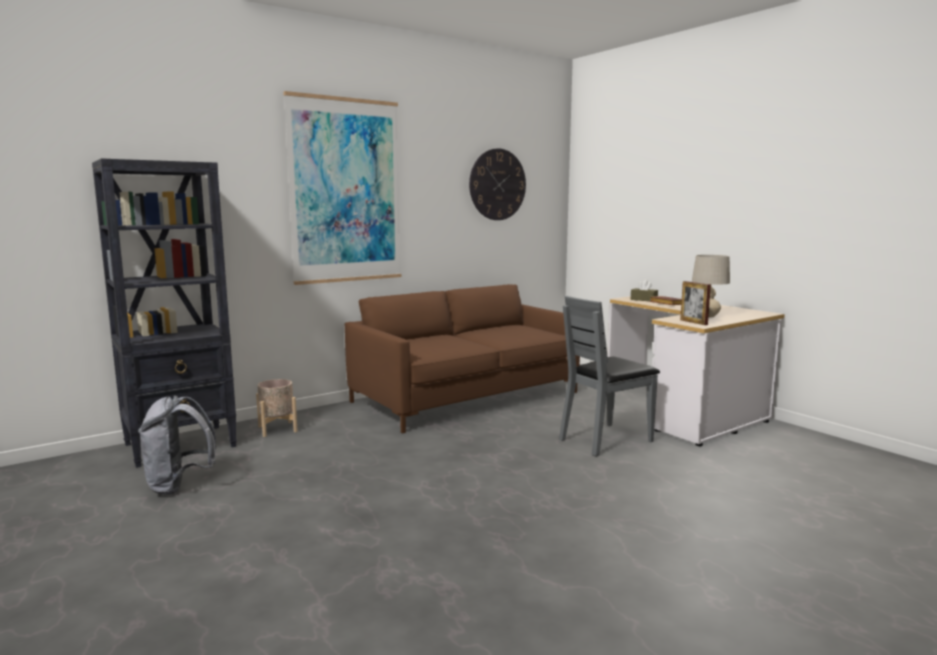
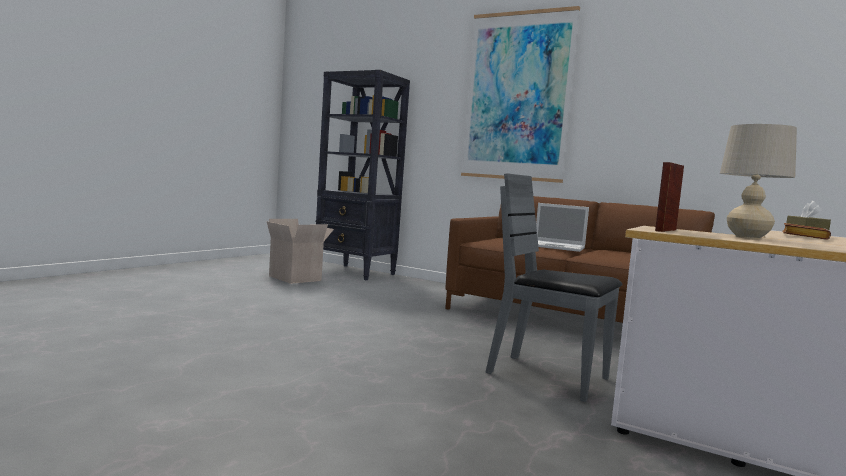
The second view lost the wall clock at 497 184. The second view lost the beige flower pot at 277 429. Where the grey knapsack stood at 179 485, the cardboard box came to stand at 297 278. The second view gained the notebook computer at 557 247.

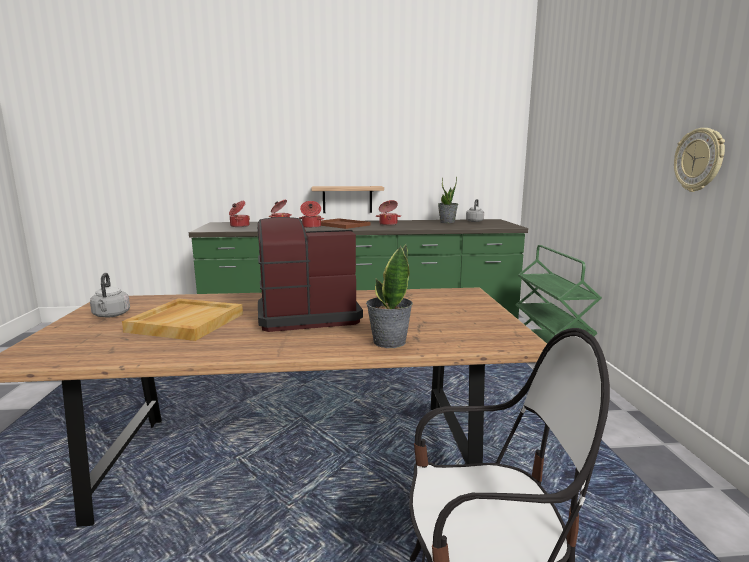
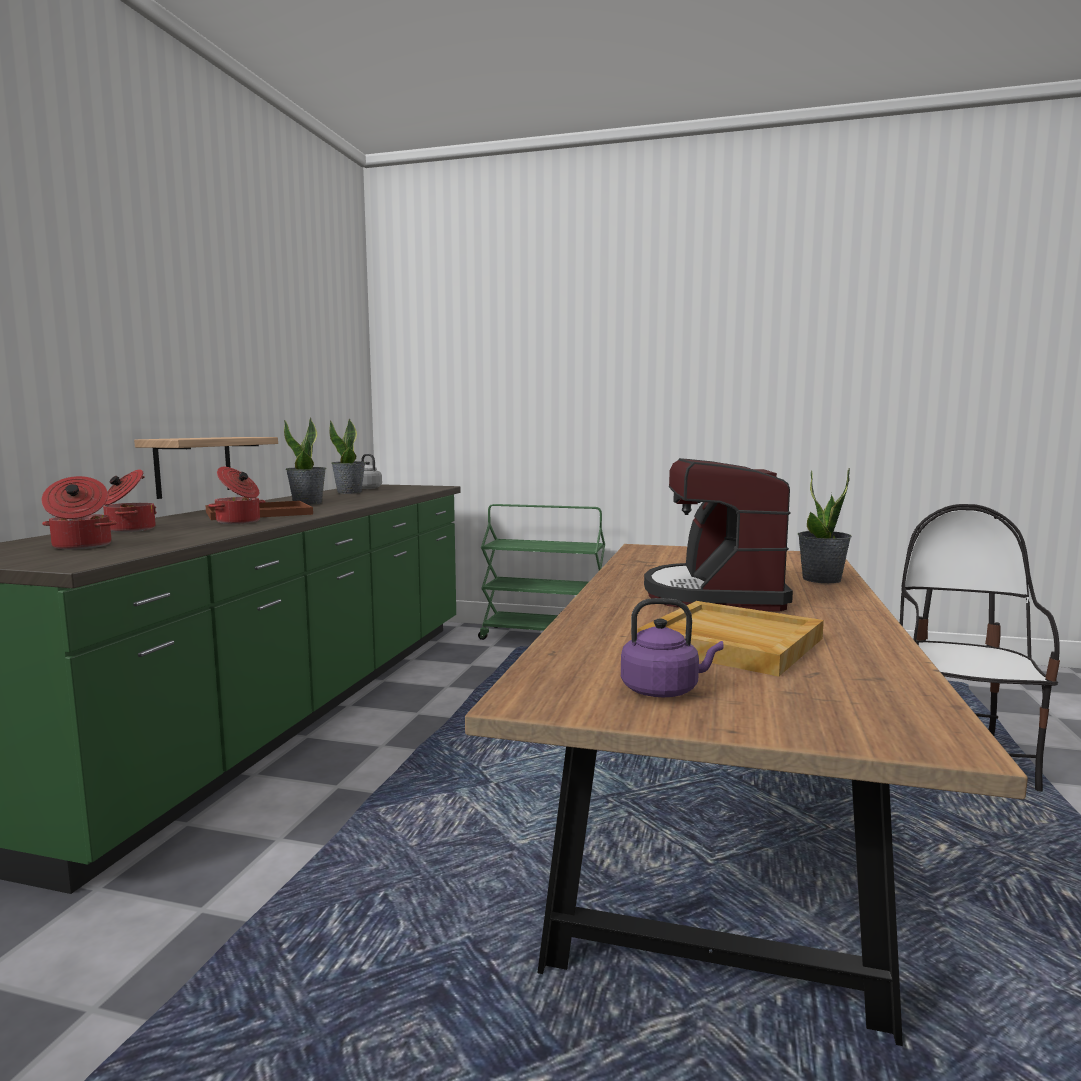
The second view lost the wall clock at 699 160. Where the cooking pot stood at 388 224, the potted plant came to stand at 308 503. What was the grey tea kettle at 111 315 turned into the purple tea kettle at 664 690.

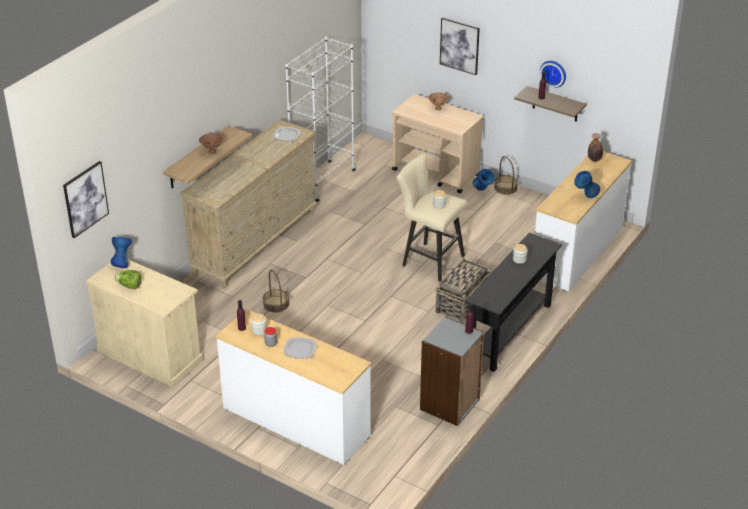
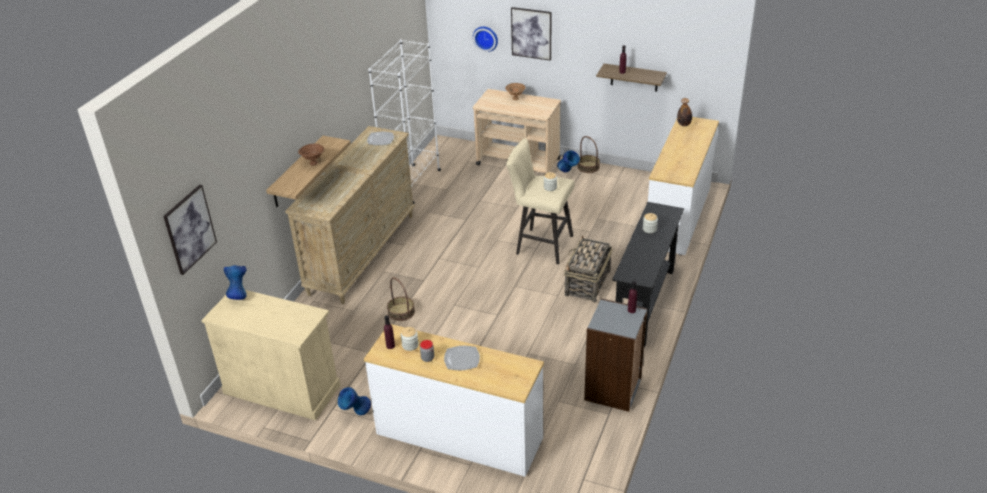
The wall clock ended up elsewhere, having gone from 554 73 to 486 38. The blue-coloured flower vase ended up elsewhere, having gone from 585 197 to 356 414. The second view lost the head of lettuce at 129 286.

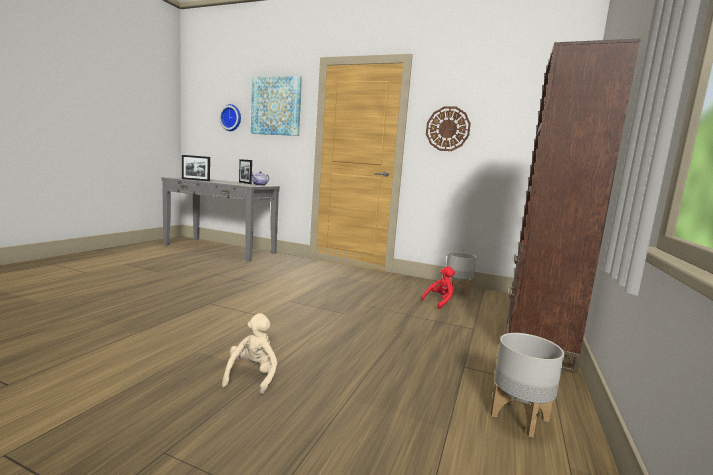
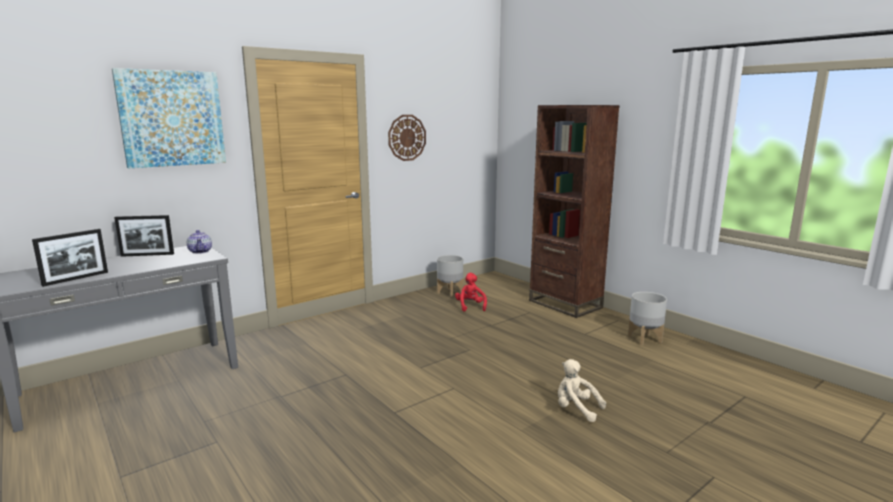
The second view lost the wall clock at 231 118.

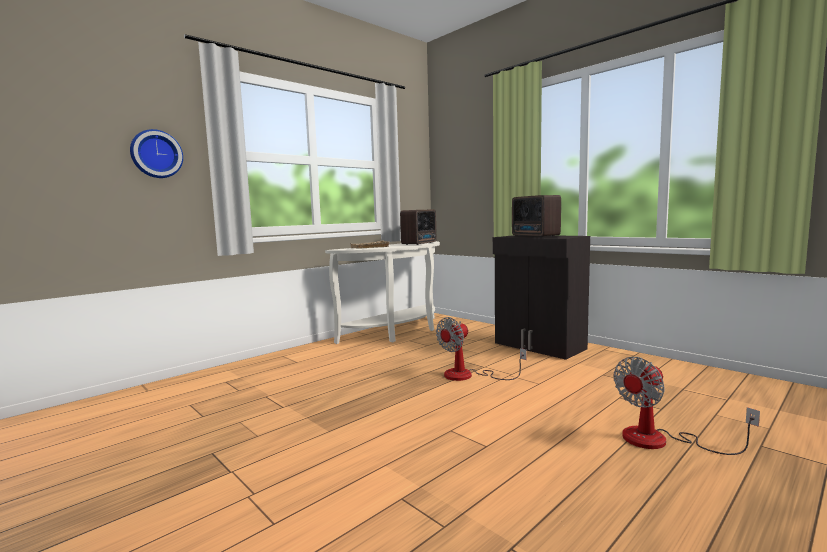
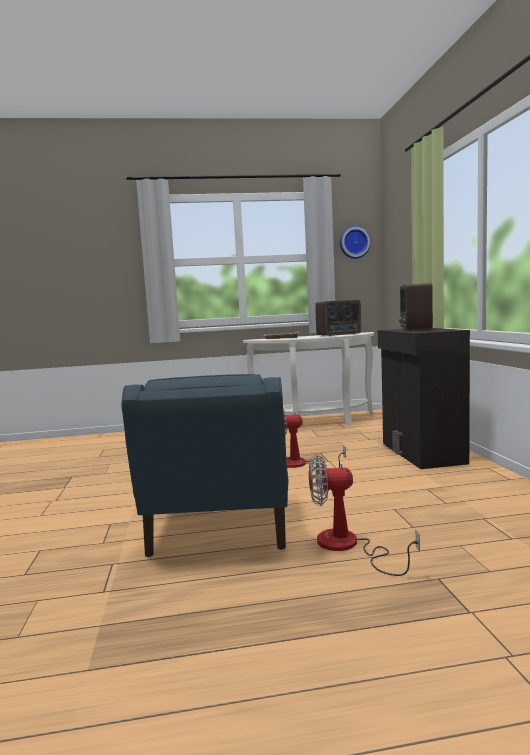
The wall clock ended up elsewhere, having gone from 156 154 to 354 242. The second view gained the blue-coloured lounge chair at 219 526.

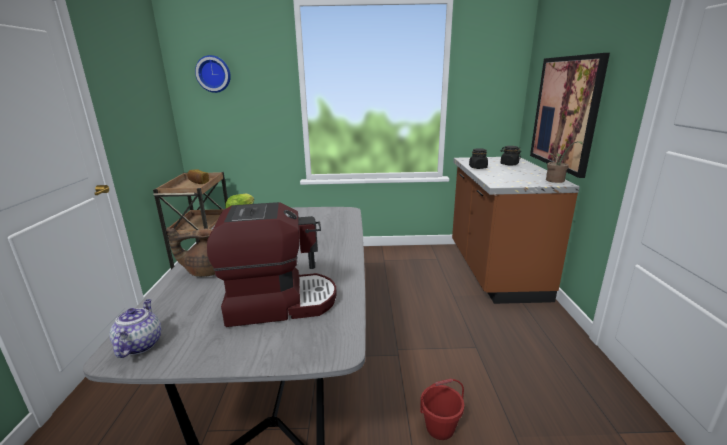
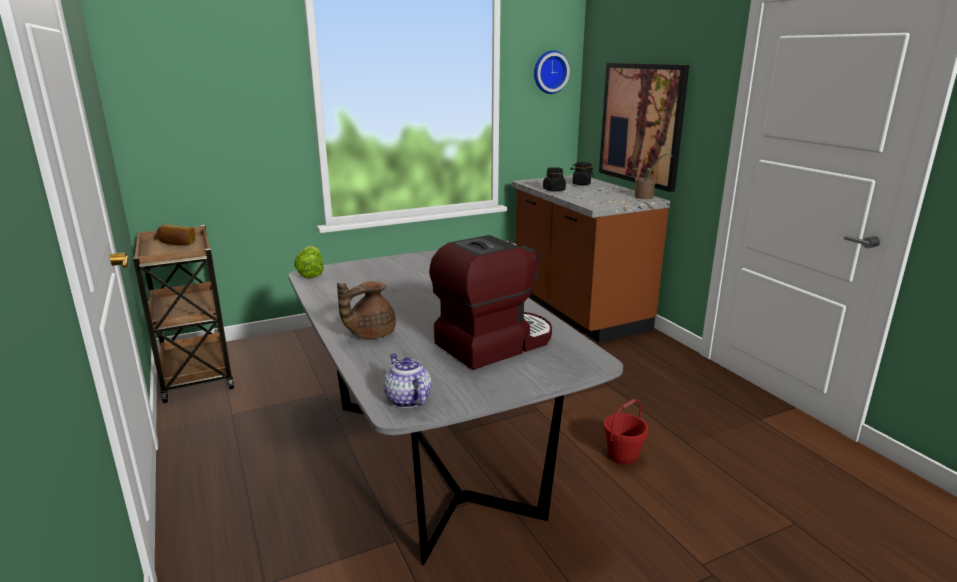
The wall clock ended up elsewhere, having gone from 214 74 to 549 72.

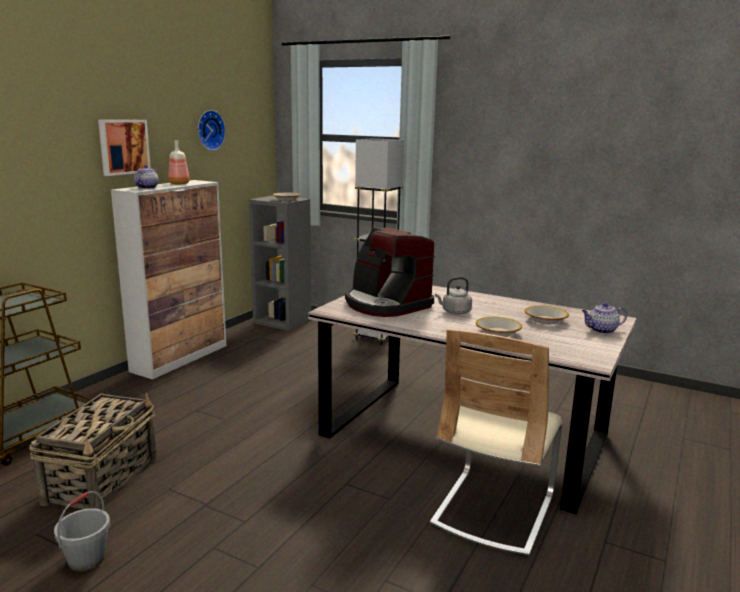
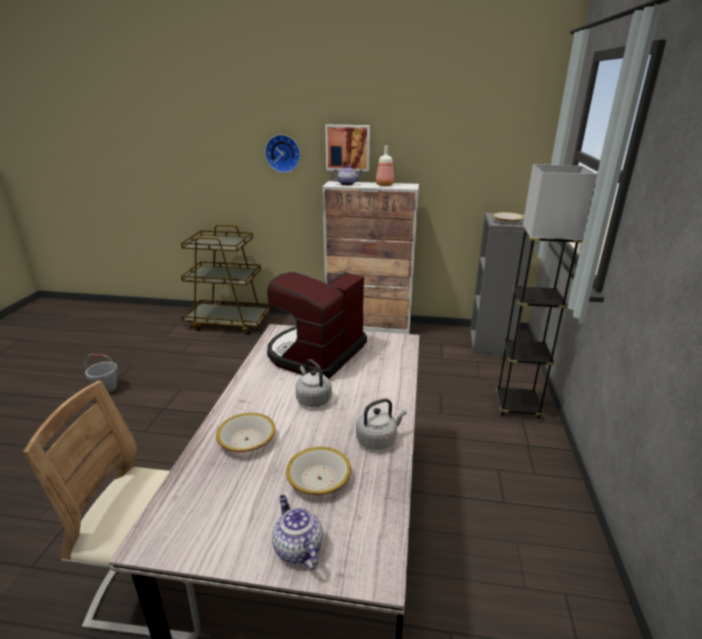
The wall clock ended up elsewhere, having gone from 209 130 to 283 153. The second view lost the household basket at 103 479. The second view gained the grey tea kettle at 378 439.

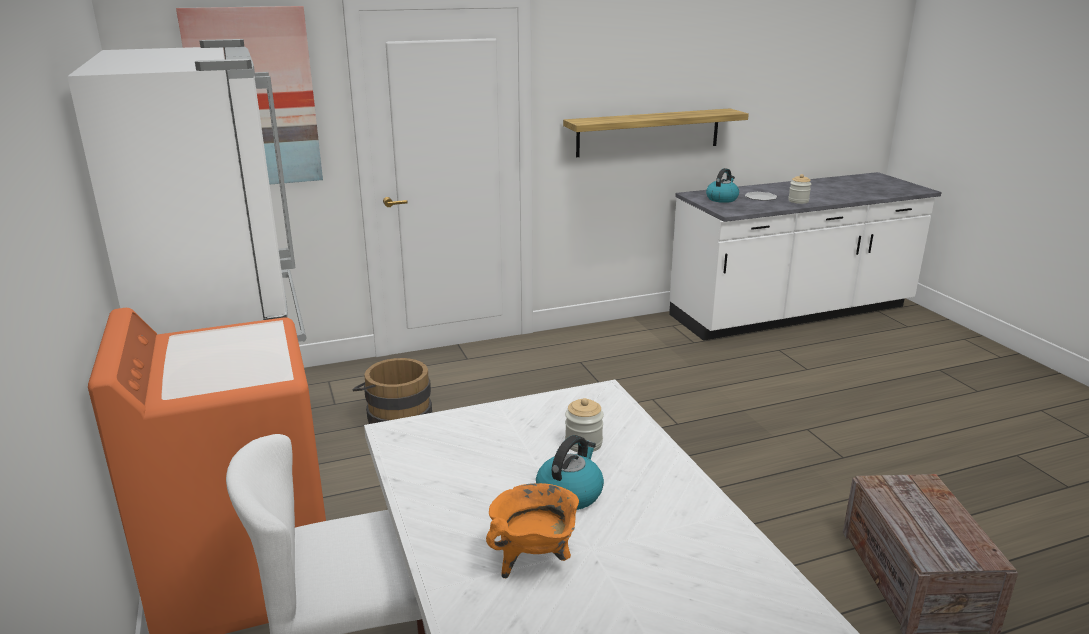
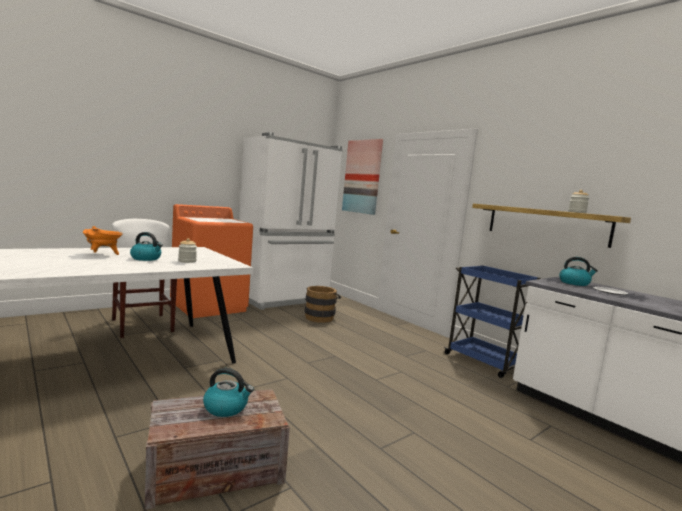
The preserve jar ended up elsewhere, having gone from 798 201 to 577 212. The second view gained the blue-coloured trolley at 485 362. The second view gained the tea kettle at 226 407.

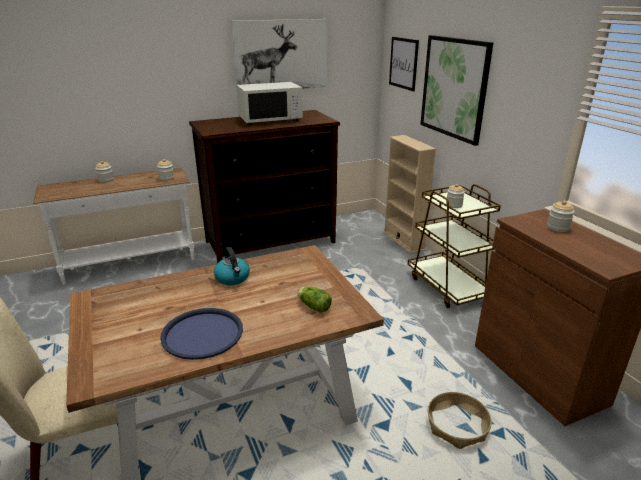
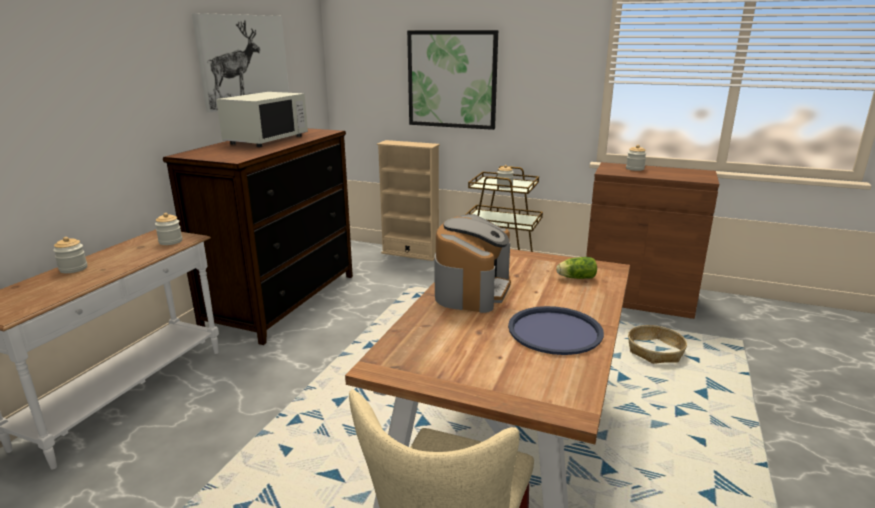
The second view lost the wall picture at 403 63. Where the tea kettle stood at 233 278, the coffee maker came to stand at 472 289.

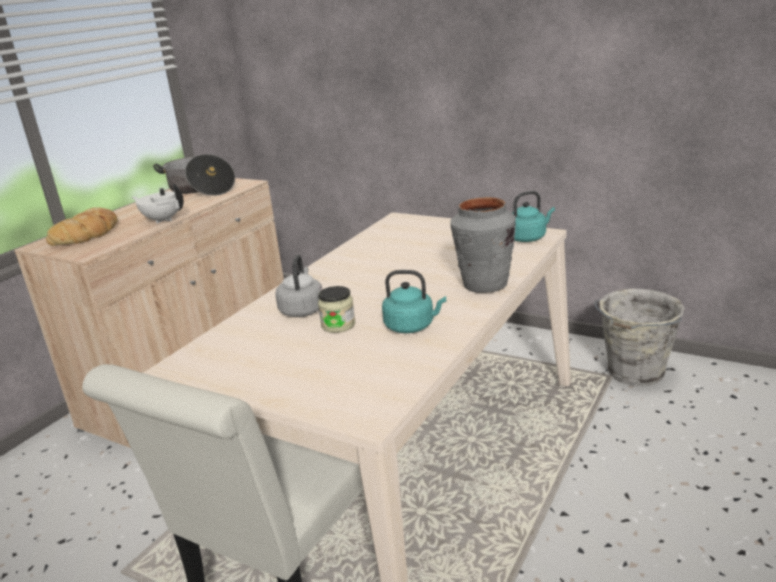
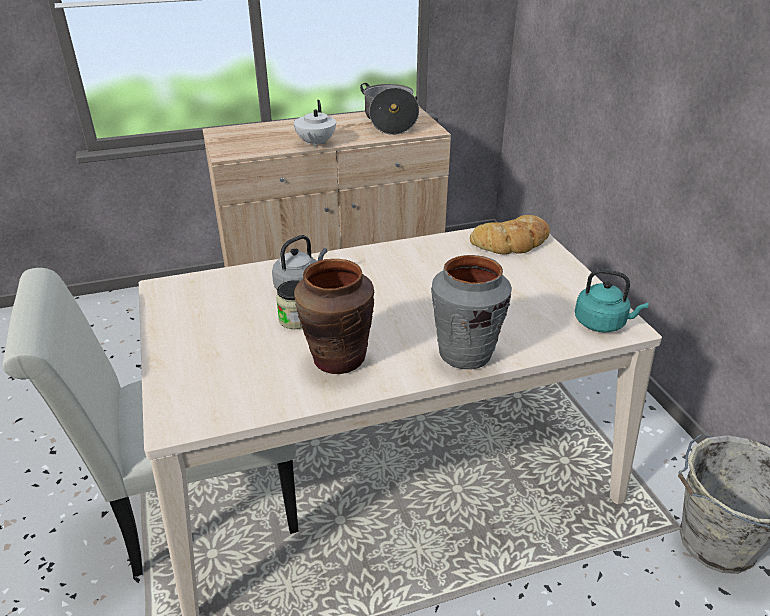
The whitish tea pot at 163 220 ended up facing another way, 150 degrees counterclockwise from before. The bread ended up elsewhere, having gone from 88 234 to 512 242. Where the turquoise tea kettle stood at 412 326, the brownish flower vase came to stand at 338 358.

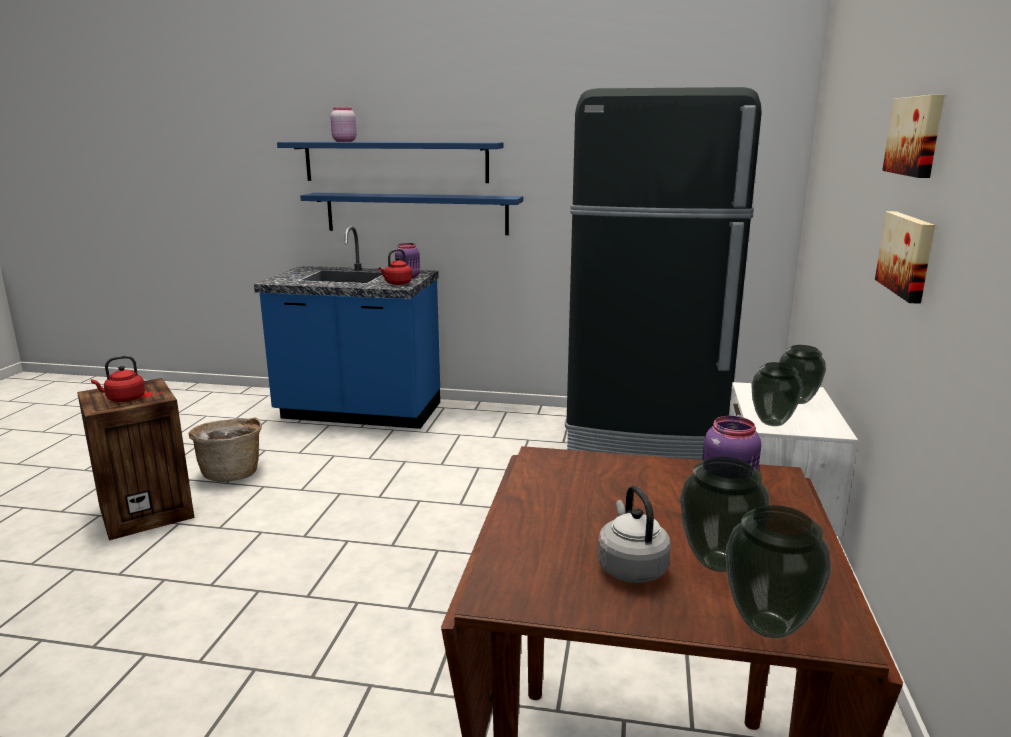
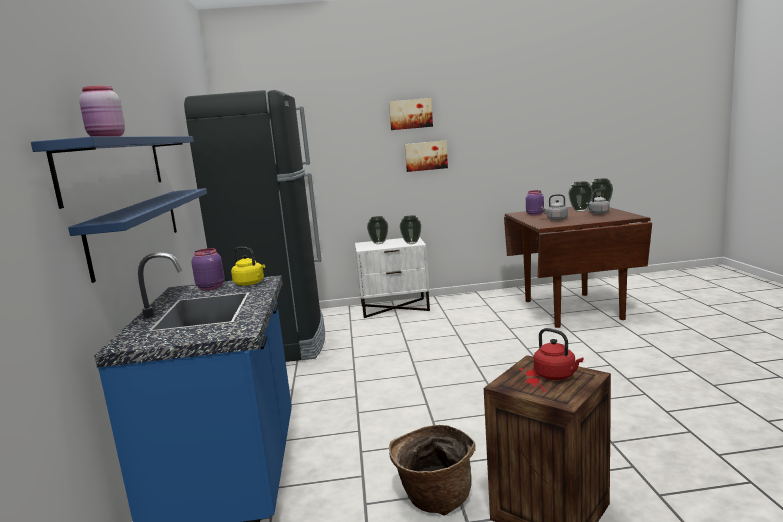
What was the red-coloured tea kettle at 397 283 turned into the yellowish tea kettle at 250 283. The second view gained the grey tea kettle at 556 219.

